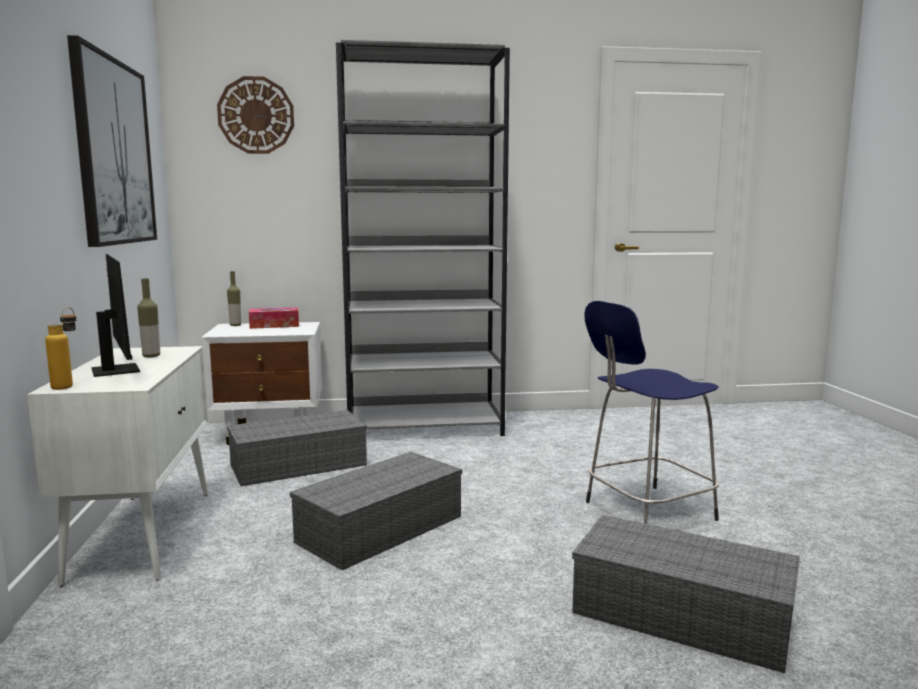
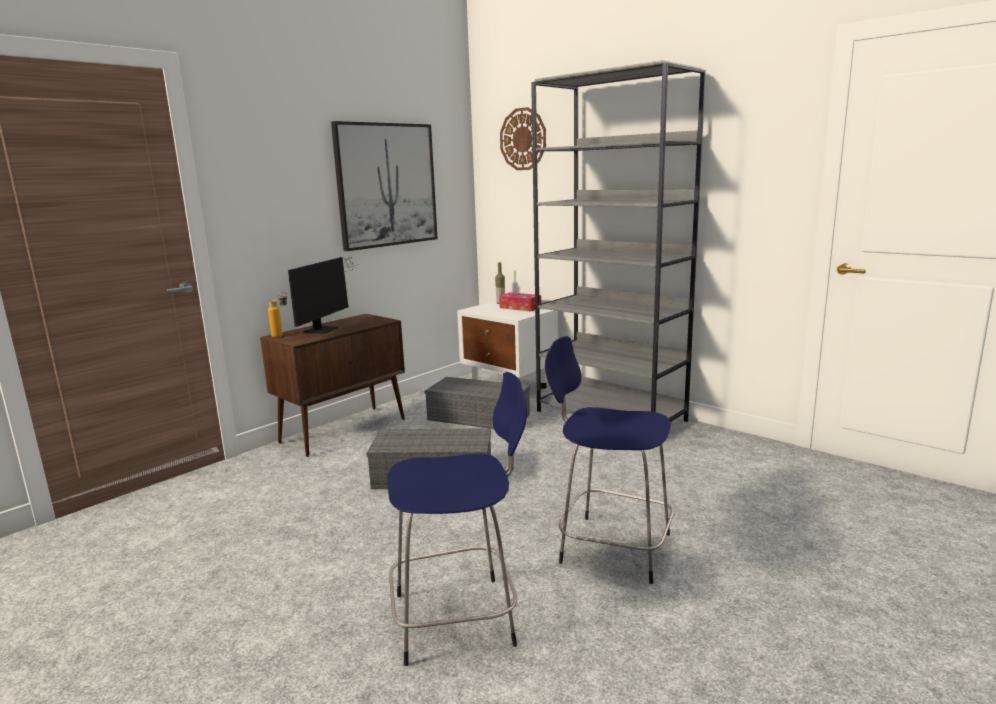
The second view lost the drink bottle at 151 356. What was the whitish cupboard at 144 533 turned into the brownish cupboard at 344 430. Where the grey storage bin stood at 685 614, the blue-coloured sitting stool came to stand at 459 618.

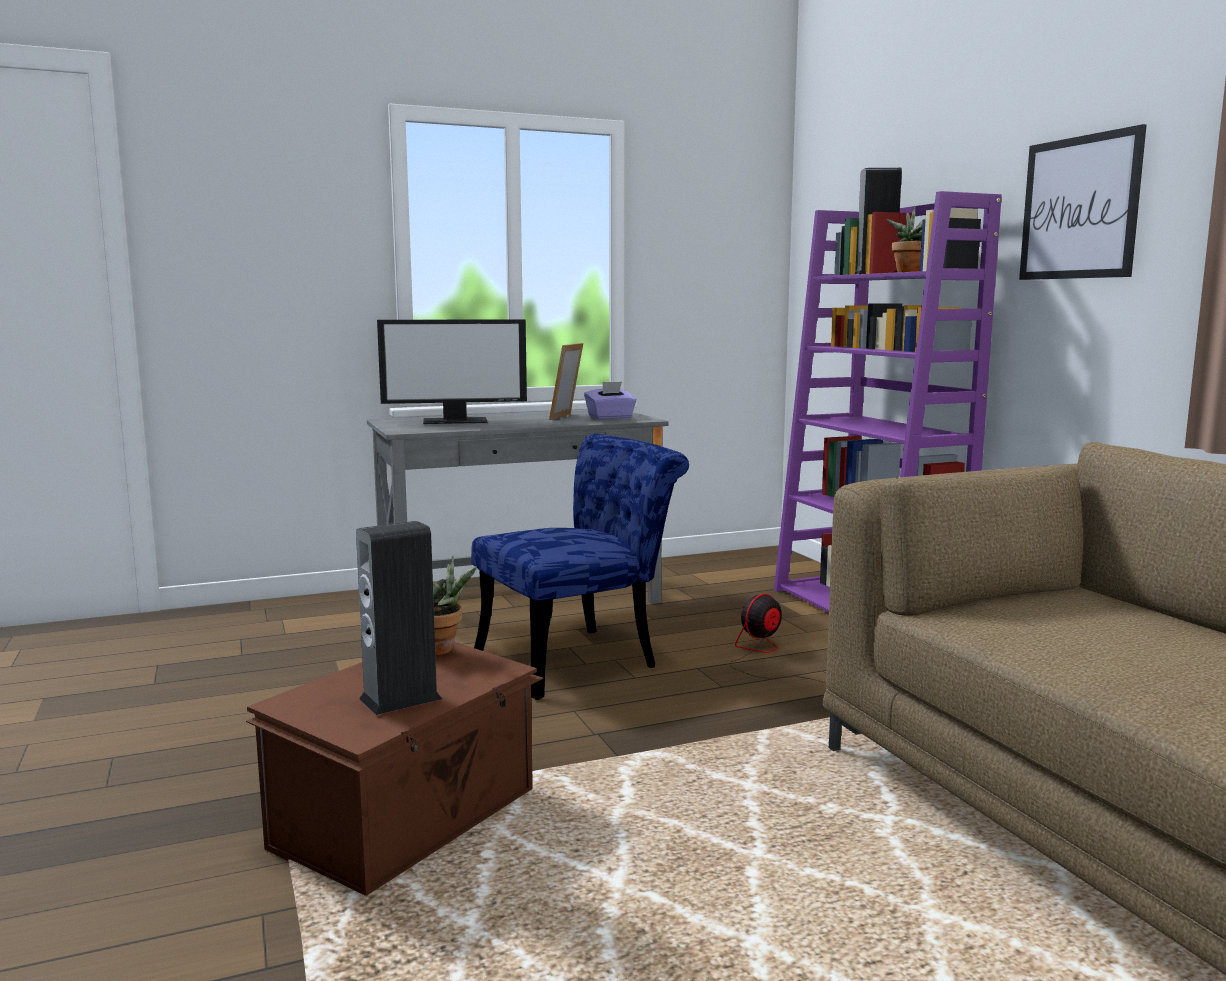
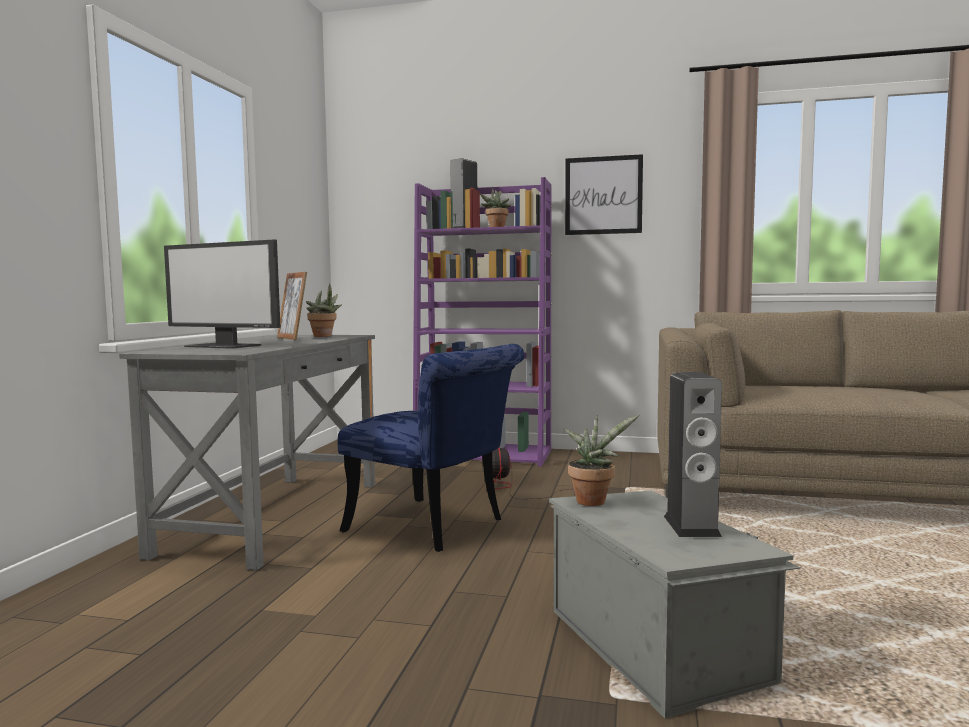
The monitor at 456 421 ended up facing another way, 90 degrees clockwise from before. Where the purple tissue holder stood at 610 417, the potted plant came to stand at 324 336. The blue-coloured chair at 580 659 ended up facing another way, 120 degrees clockwise from before. What was the brownish storage bin at 410 819 turned into the grey storage bin at 657 643.

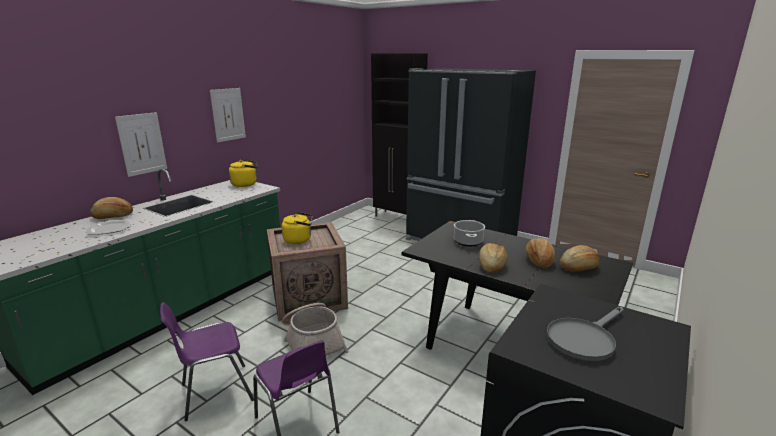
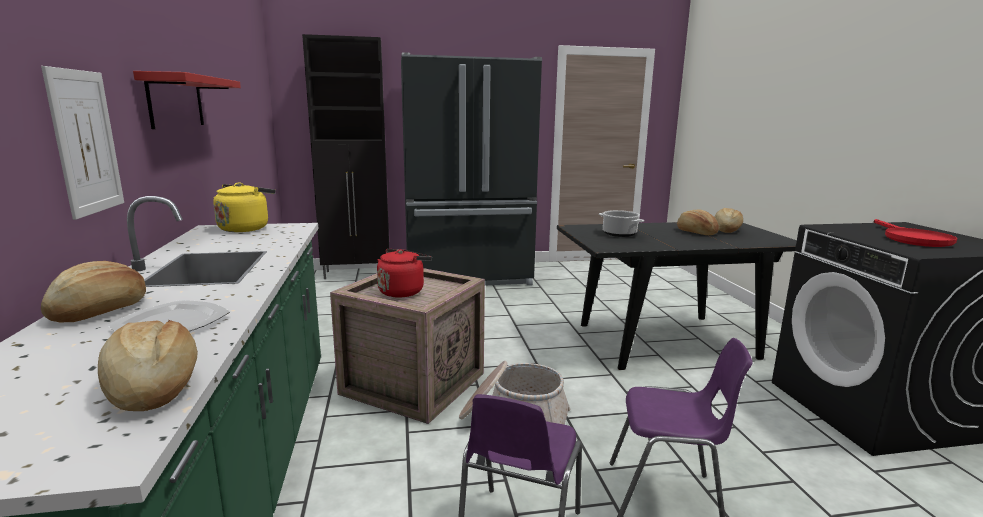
Where the wall picture hung at 228 114, the red-coloured wall shelf came to hang at 176 101. What was the yellowish tea kettle at 299 240 turned into the red-coloured tea kettle at 403 291. The bread ended up elsewhere, having gone from 491 265 to 151 387. What was the grey skillet at 584 339 turned into the red-coloured skillet at 912 239.

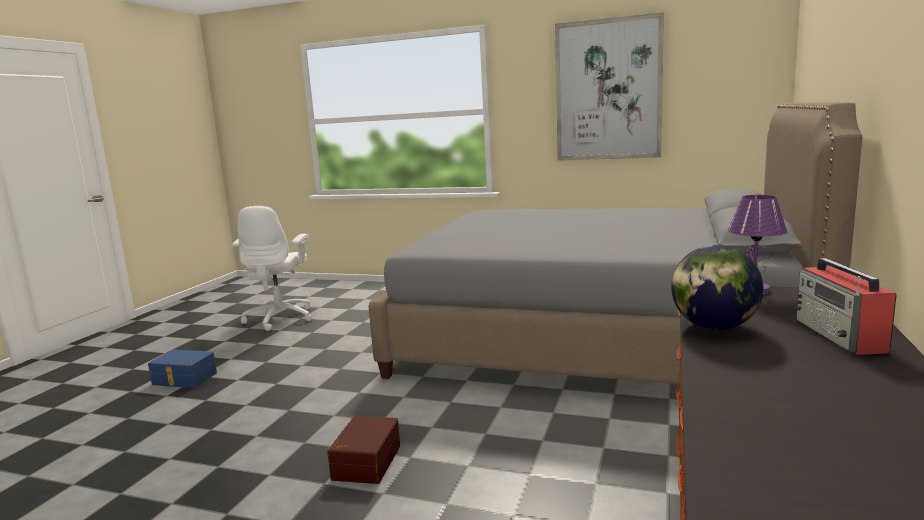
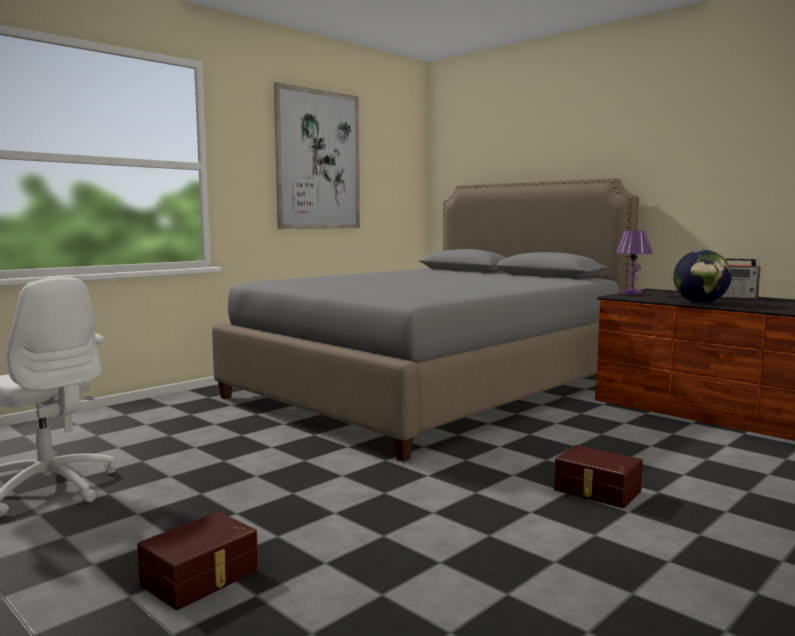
What was the blue-coloured storage bin at 184 379 turned into the brownish storage bin at 202 578.

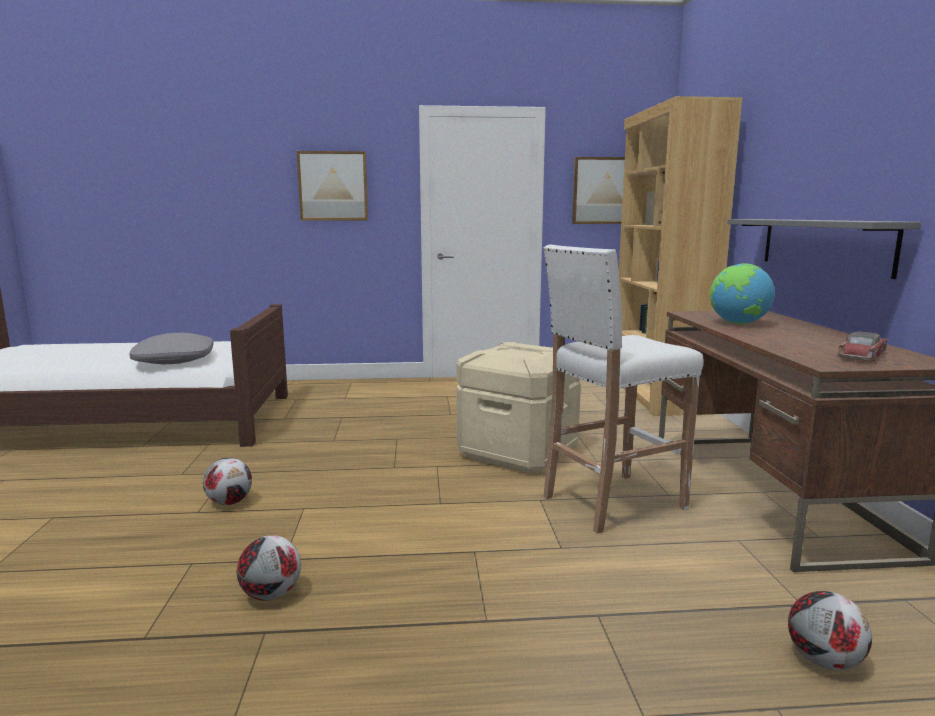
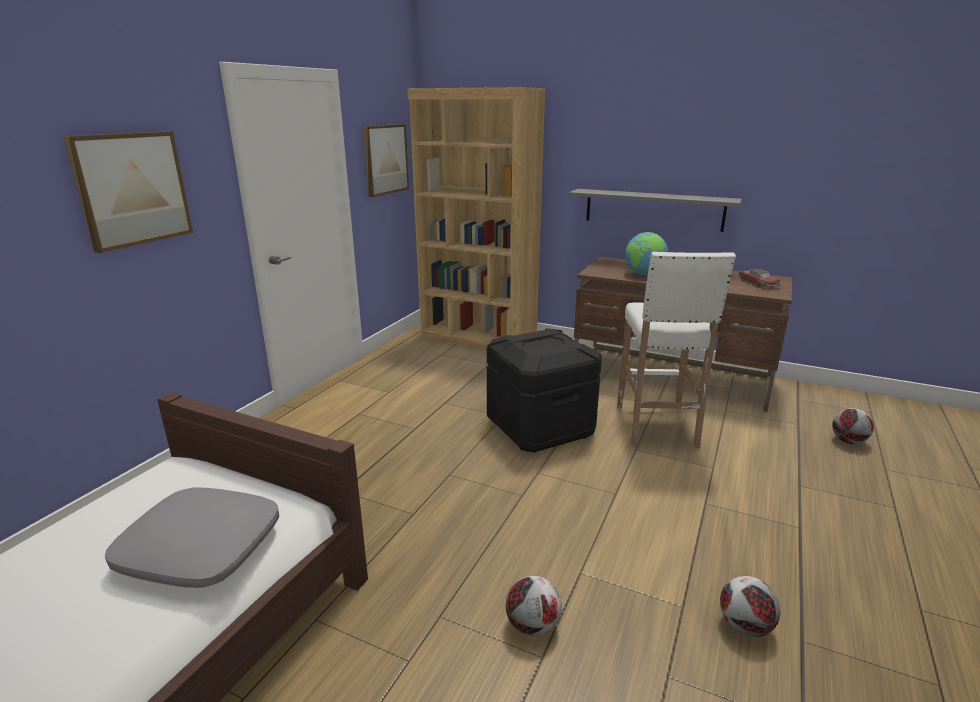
What was the beige storage bin at 518 452 turned into the black-coloured storage bin at 540 427.

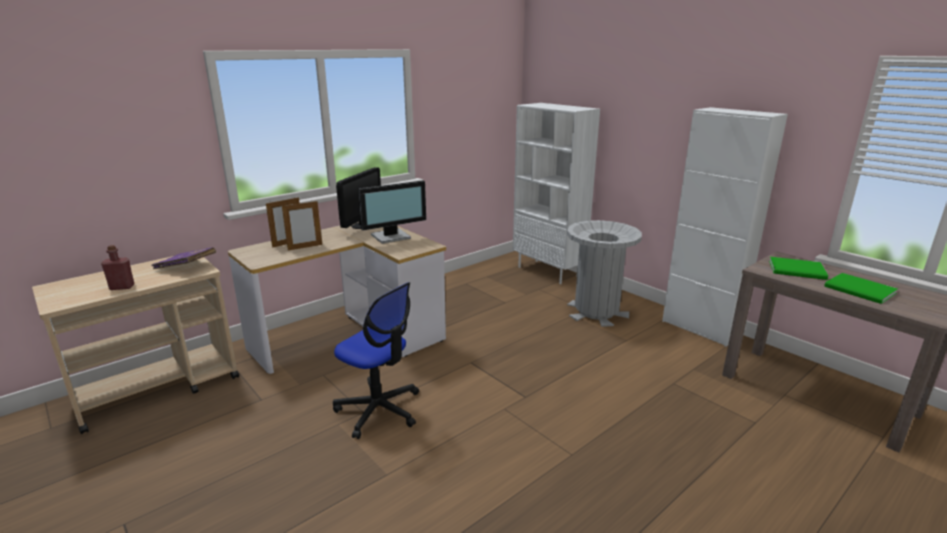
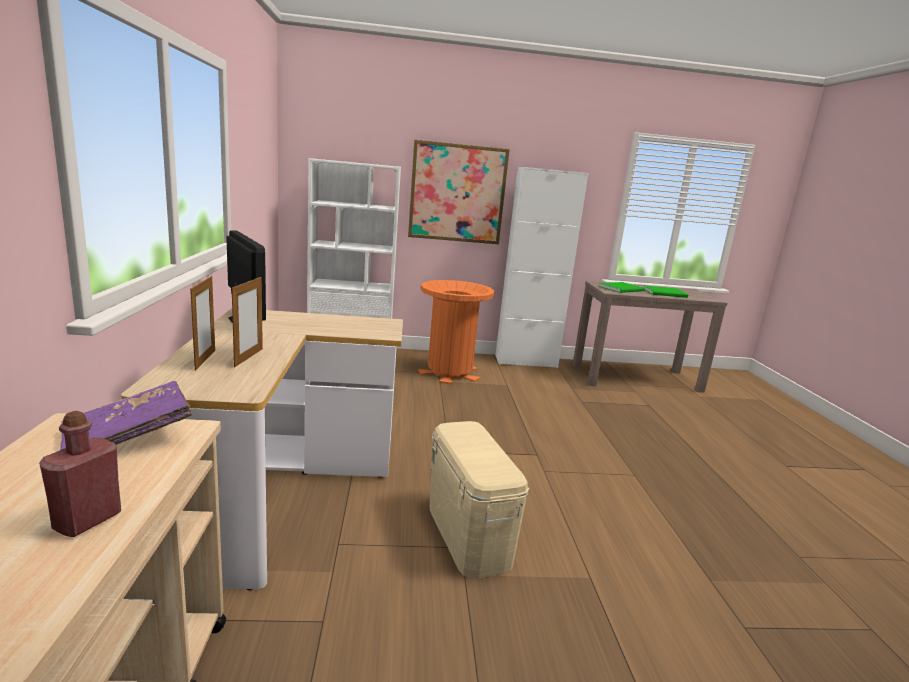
The second view lost the monitor at 392 237. What was the grey waste bin at 596 311 turned into the orange waste bin at 450 372. Where the computer chair stood at 379 410, the beige storage bin came to stand at 468 535. The second view gained the wall picture at 457 193.

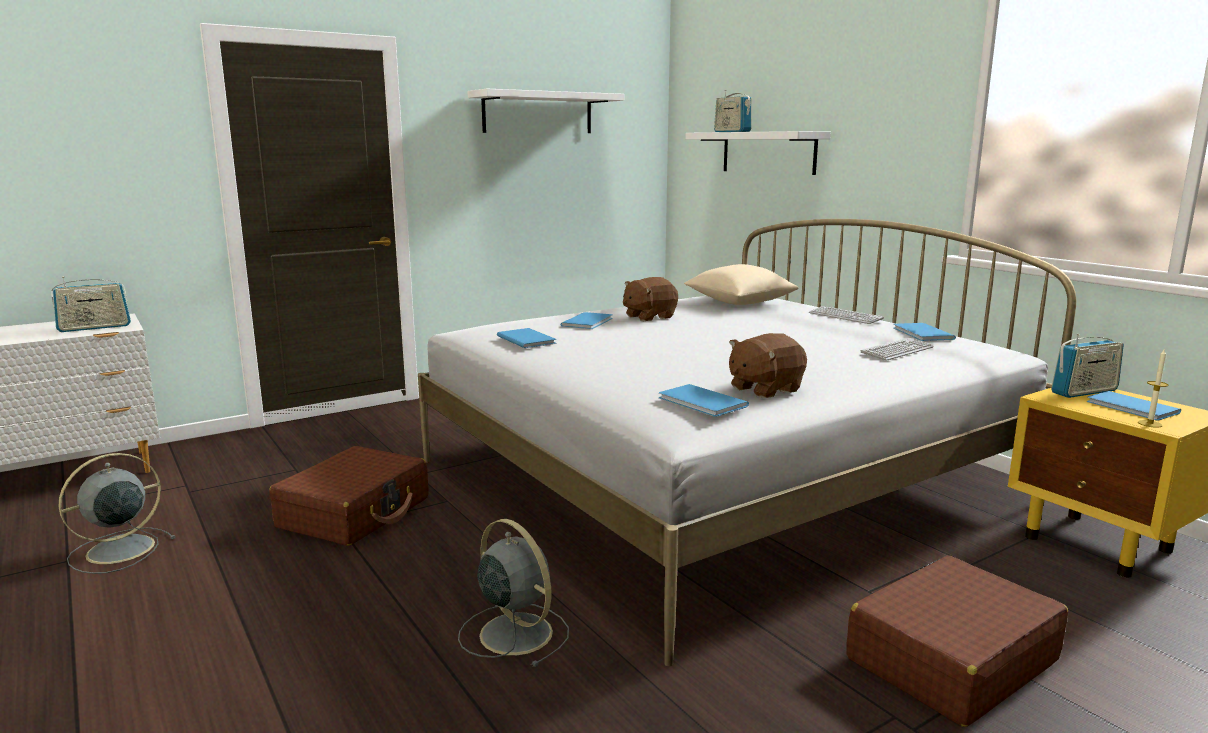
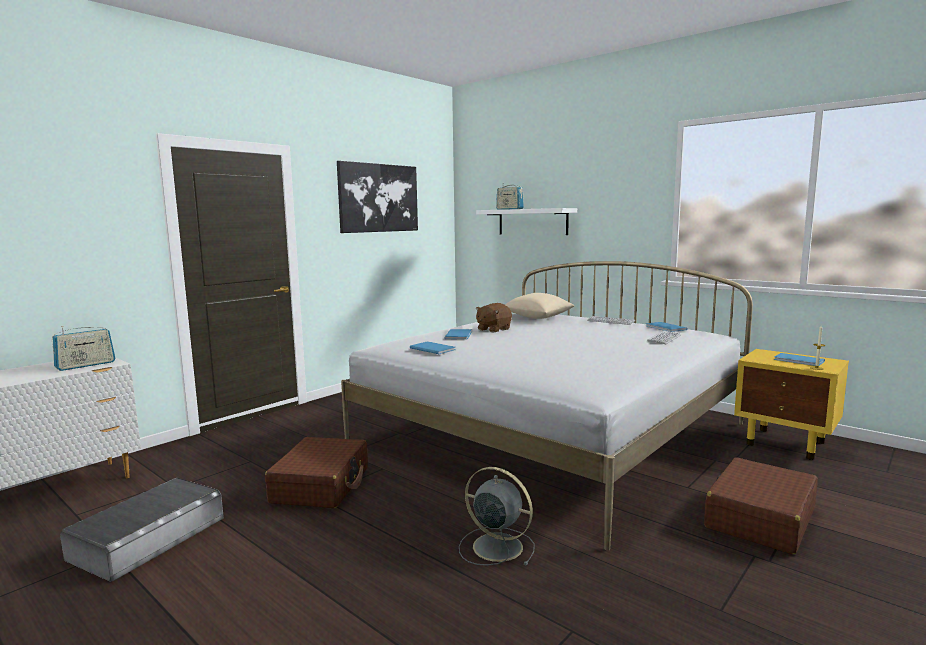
Where the whitish wall shelf hung at 538 113, the wall picture came to hang at 378 198. The second view lost the brownish cuddly toy at 764 389. The second view lost the radio set at 1084 392. The second view lost the blue-coloured volume at 702 403. Where the grey cooling fan stood at 117 550, the grey storage bin came to stand at 149 538.

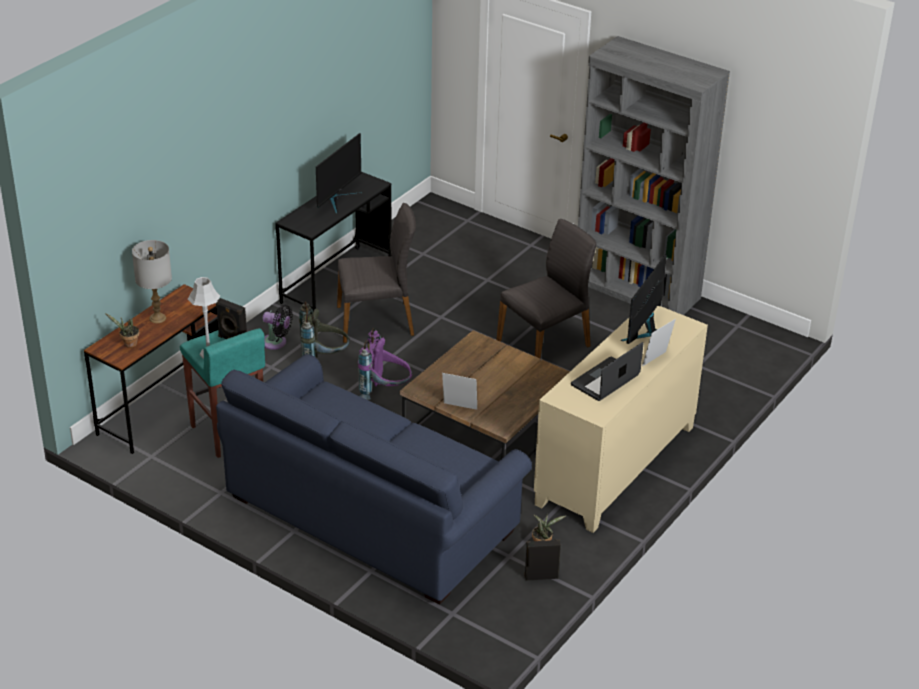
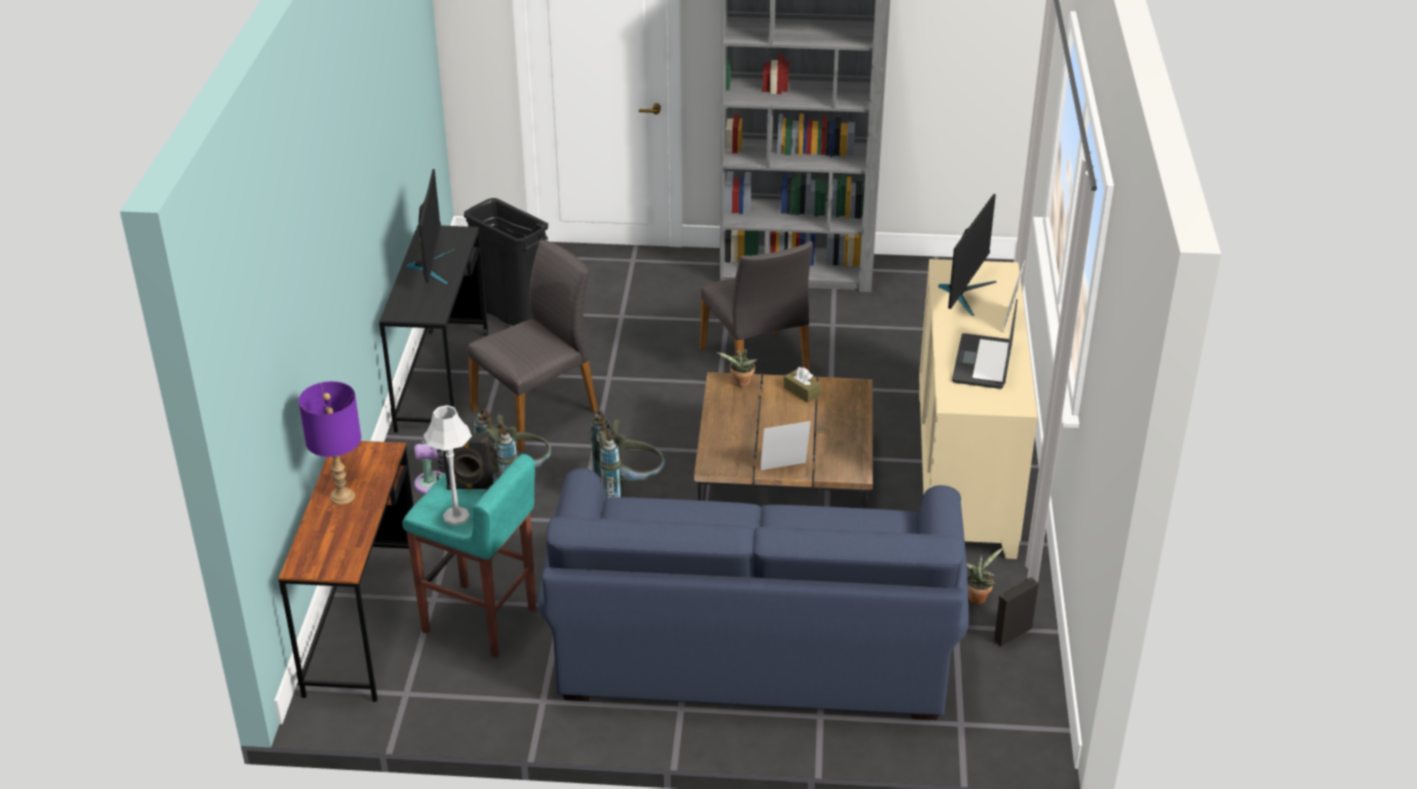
The grey chair at 545 343 ended up facing another way, 135 degrees clockwise from before. What was the grey tabletop lamp at 157 318 turned into the purple tabletop lamp at 342 496. The monitor at 645 331 ended up facing another way, 150 degrees counterclockwise from before. The potted plant ended up elsewhere, having gone from 128 344 to 740 384. What was the purple knapsack at 385 392 turned into the grey knapsack at 628 491. The second view gained the black-coloured waste bin at 513 317. The second view gained the brownish tissue holder at 801 391.

